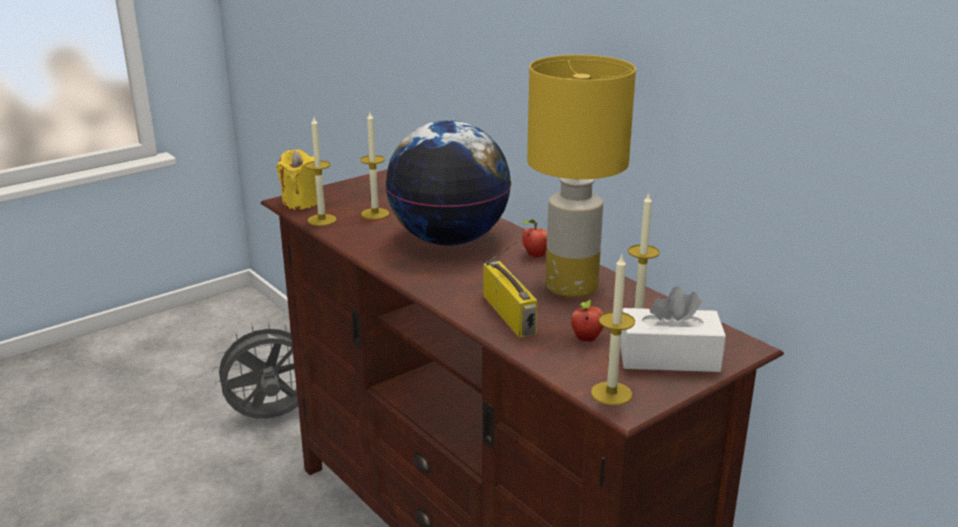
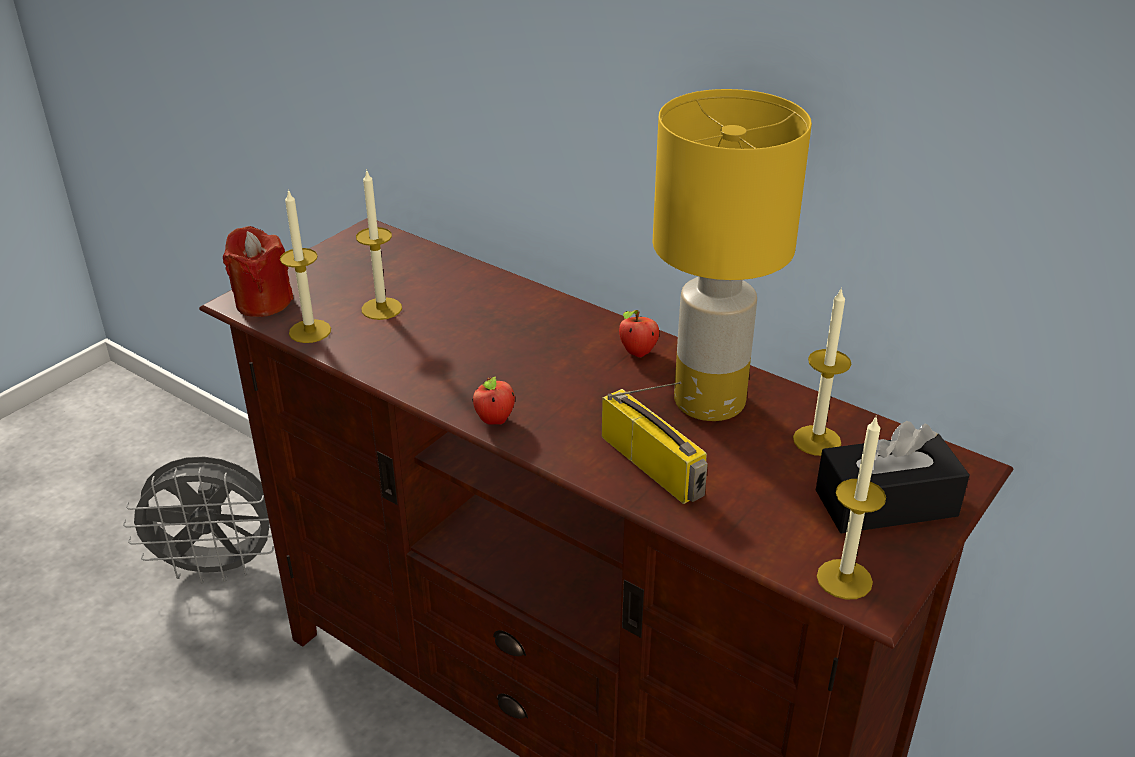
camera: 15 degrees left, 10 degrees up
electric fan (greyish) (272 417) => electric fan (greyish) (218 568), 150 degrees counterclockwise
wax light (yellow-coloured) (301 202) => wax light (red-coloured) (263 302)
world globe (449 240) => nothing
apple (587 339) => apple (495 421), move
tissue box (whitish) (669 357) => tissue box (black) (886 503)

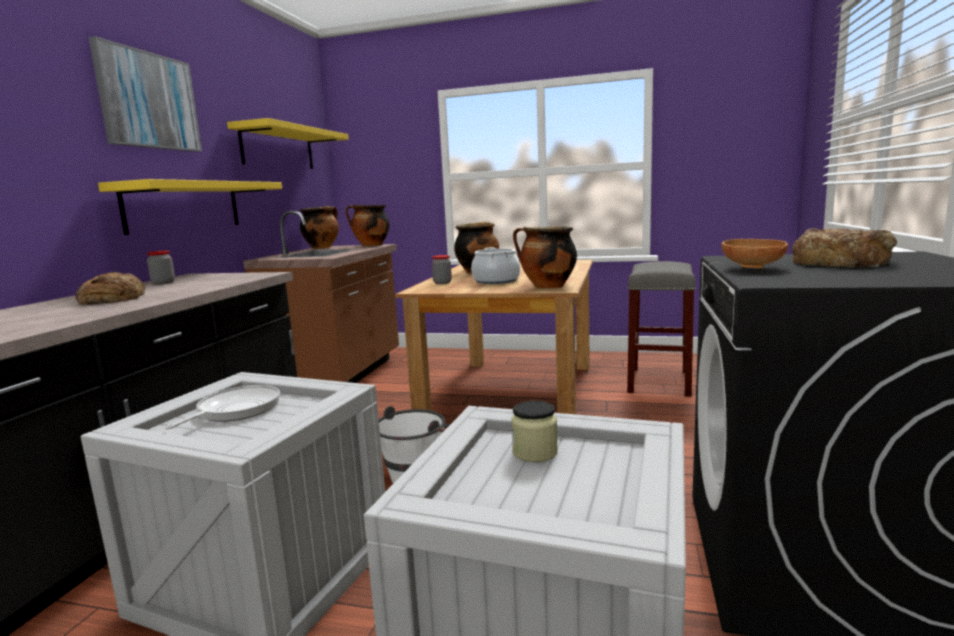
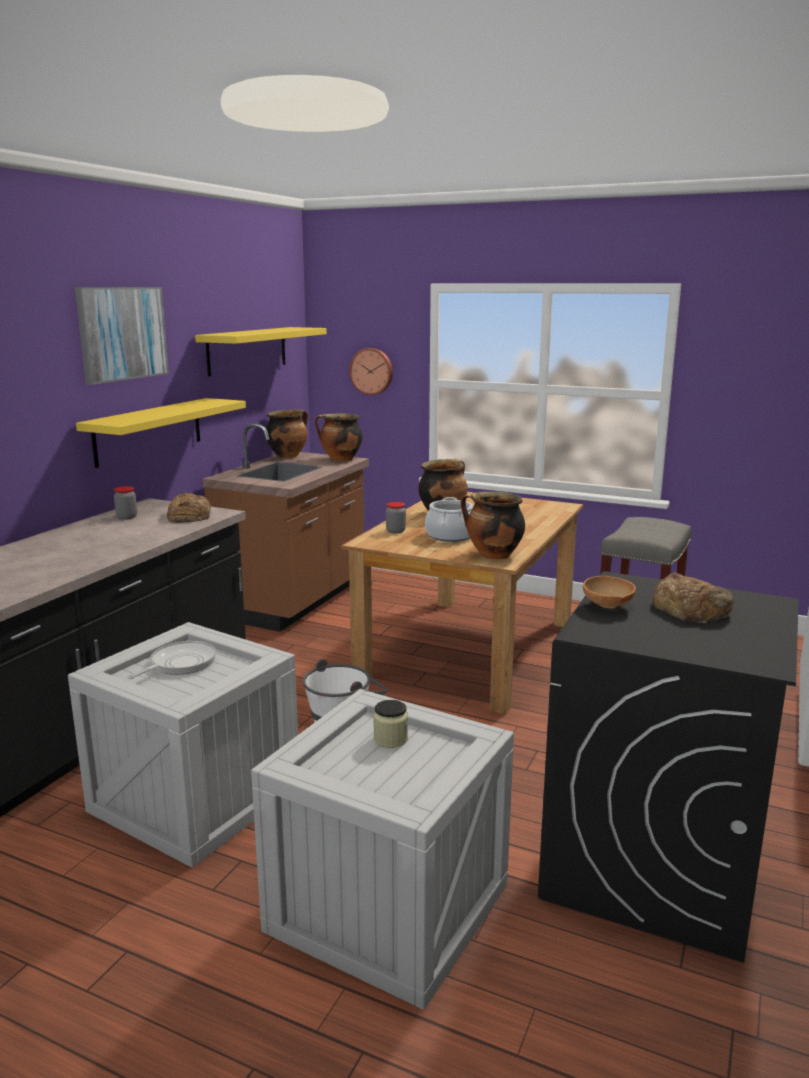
camera: 10 degrees right, 5 degrees up
baked bread (112 298) => baked bread (188 515), move
nothing => wall clock (372 371)

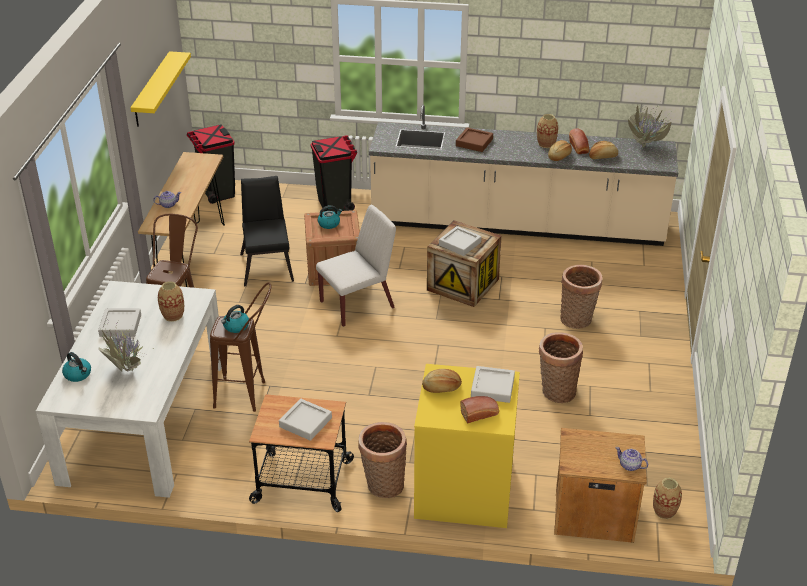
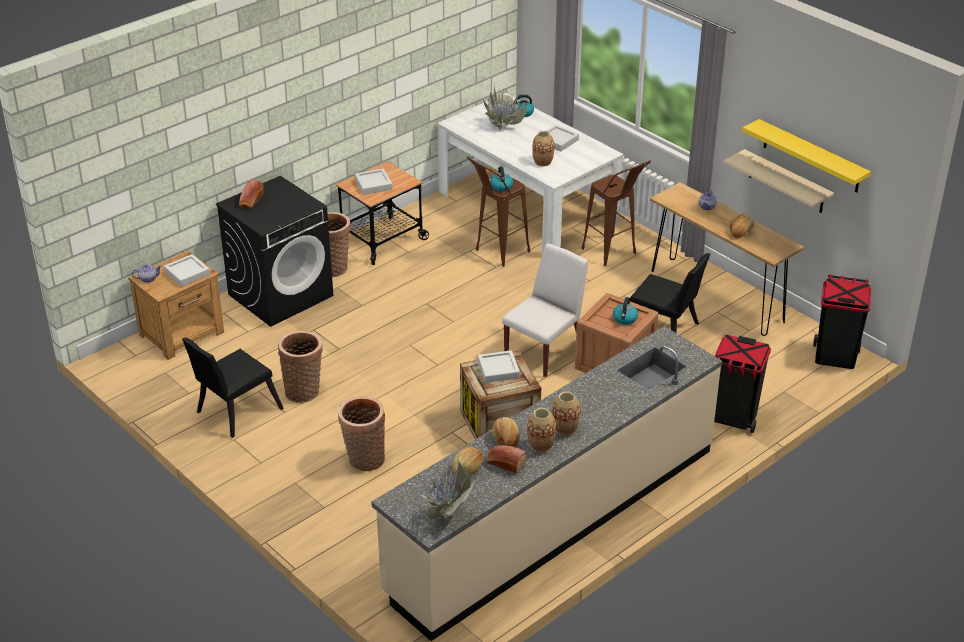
camera: 130 degrees right, 0 degrees up
chair (whitish) (358 304) => chair (whitish) (544 351), 150 degrees counterclockwise
laundry appliance (yellow-coloured) (463 491) => laundry appliance (black) (281 294)
baked bread (441 387) => baked bread (741 232), move
carrying tray (brown) (474 142) => nothing
carrying tray (greyish) (492 387) => carrying tray (greyish) (187 273), move
vase (664 511) => vase (565 428), move
nothing => chair (black) (234 412)
nothing => wall shelf (beige-coloured) (786 182)

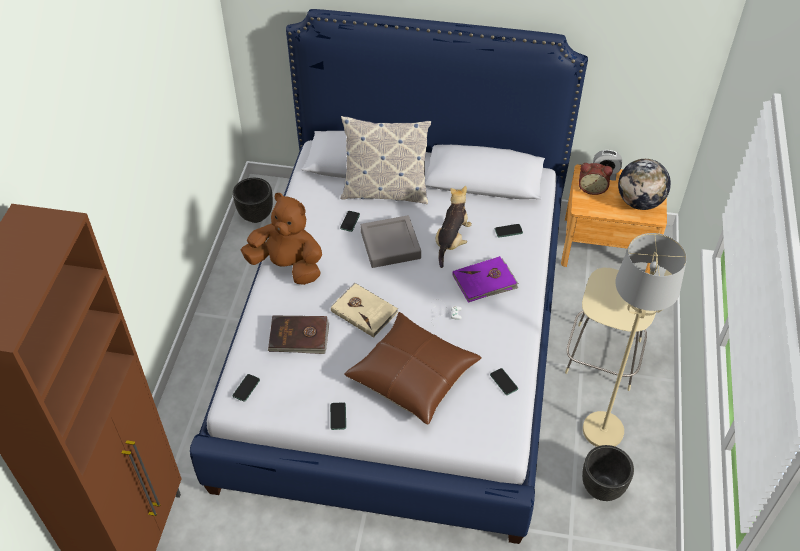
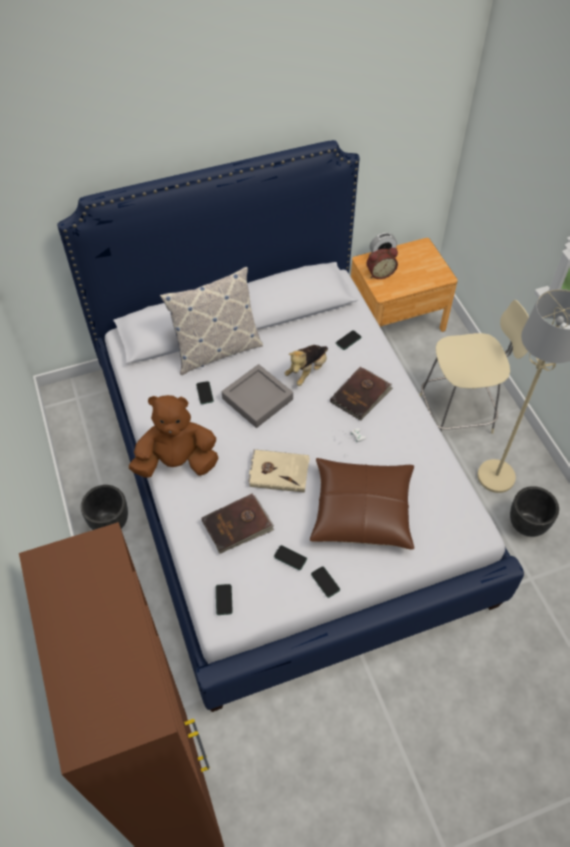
camera: 30 degrees left, 5 degrees up
plant pot (black) (256 215) => plant pot (black) (110 522), move
soft toy (451 241) => soft toy (307 371), 135 degrees counterclockwise
book (purplish) (485 281) => book (brown) (361 395)
handset (503 382) => handset (290 558), move
world globe (639 202) => nothing

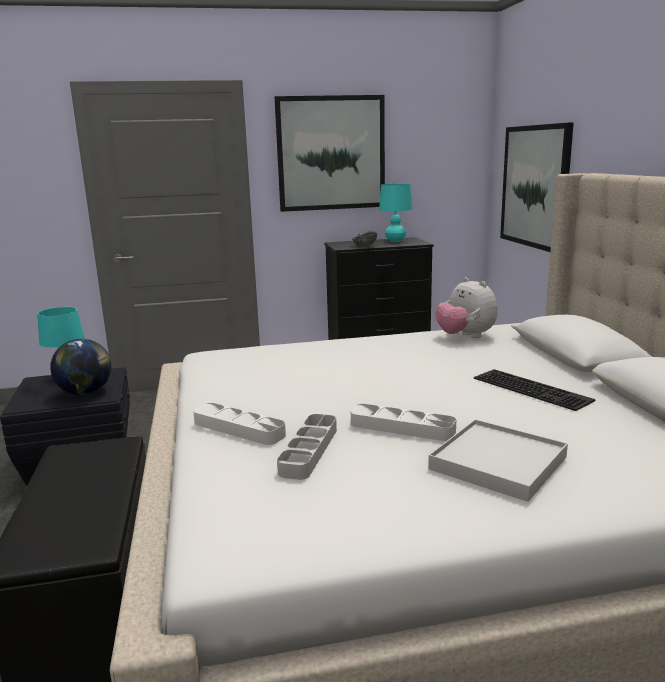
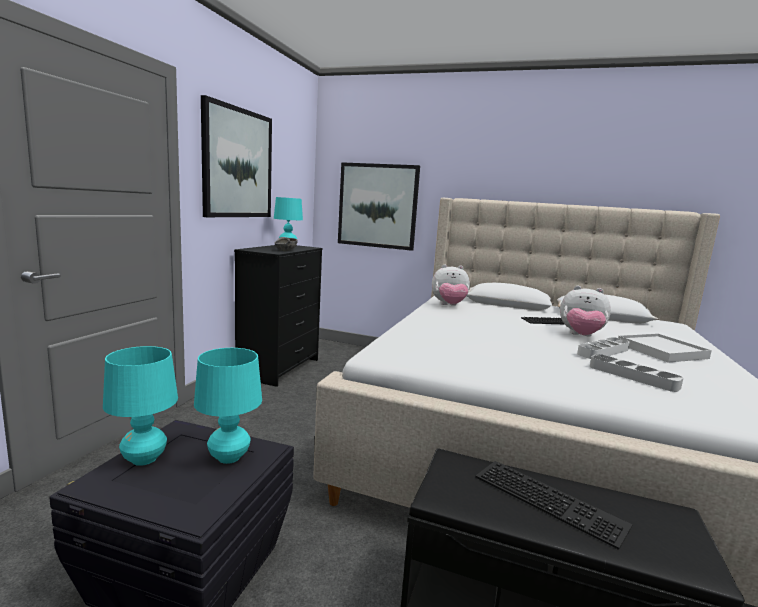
camera: 60 degrees left, 5 degrees down
world globe (86 392) => table lamp (blue-green) (229 457)
carrying tray (whitish) (239 429) => nothing
nothing => computer keyboard (551 499)
nothing => soft toy (581 336)

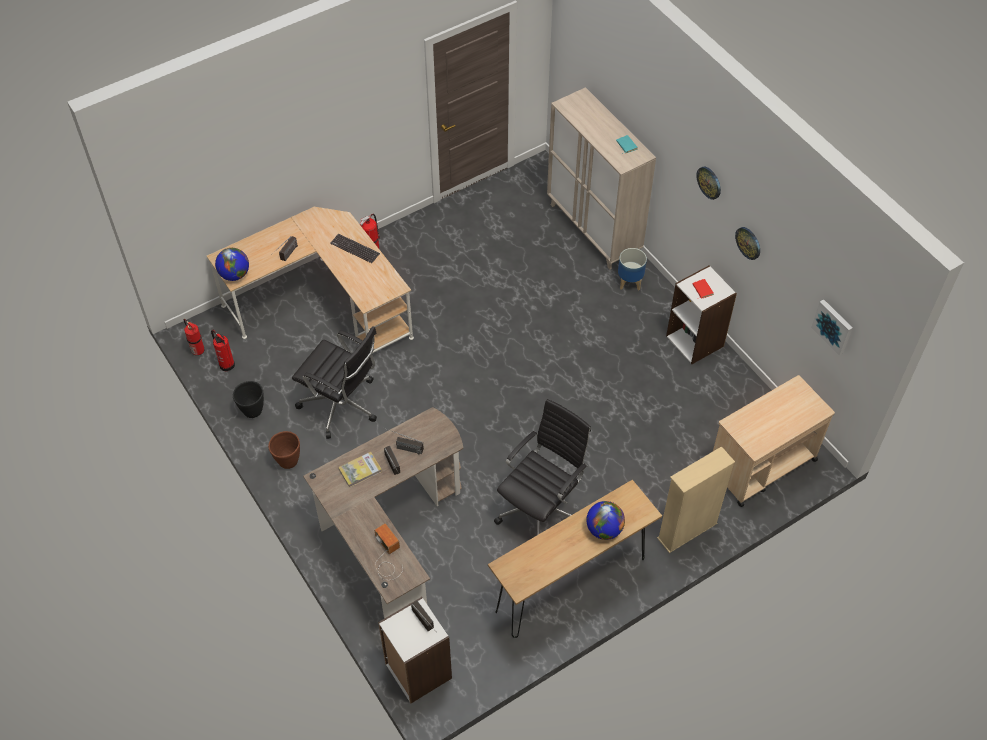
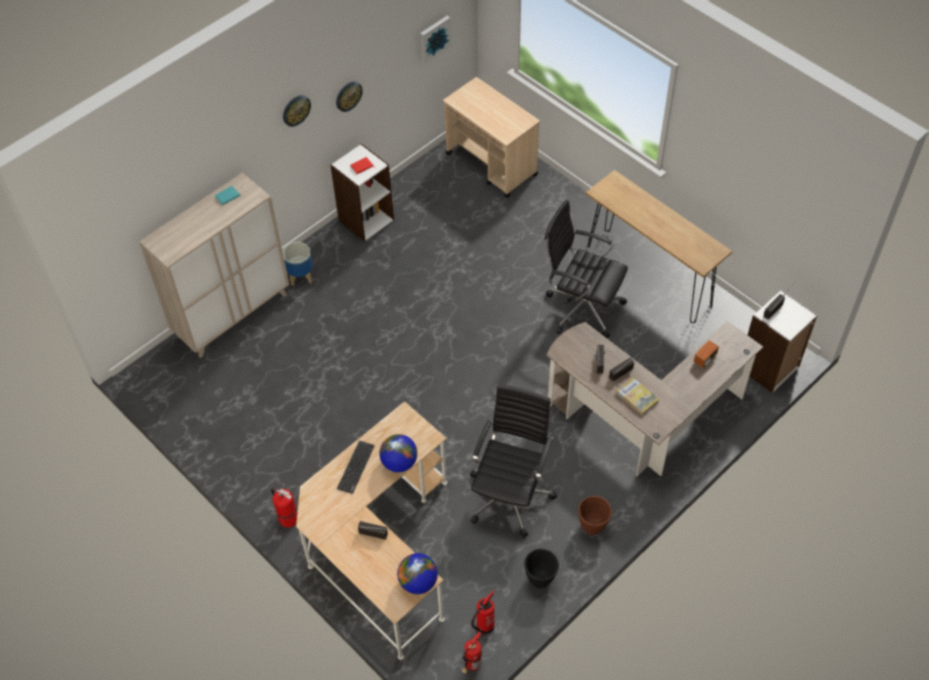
camera: 100 degrees left, 0 degrees up
world globe (604 529) => world globe (399 462), move
bookcase (beige-coloured) (687 531) => nothing

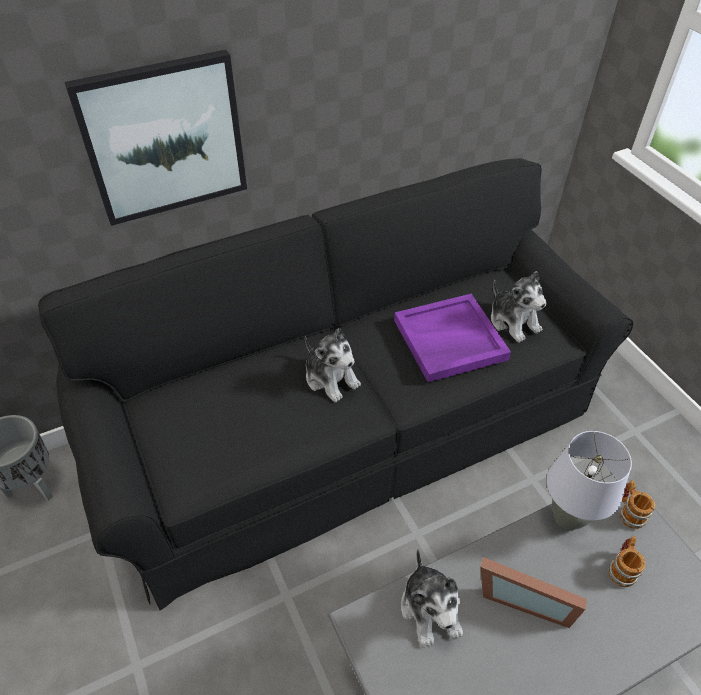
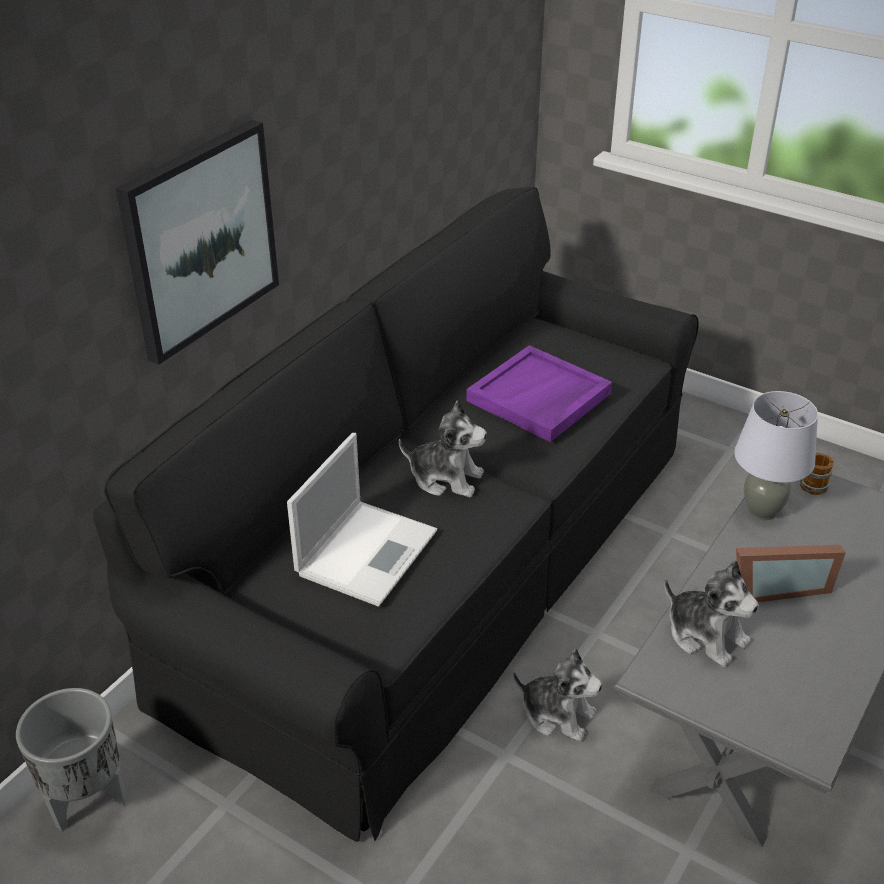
camera: 30 degrees left, 10 degrees down
soft toy (513 321) => soft toy (557 714), move
tea mug (621 568) => nothing
nothing => portable computer (368 551)

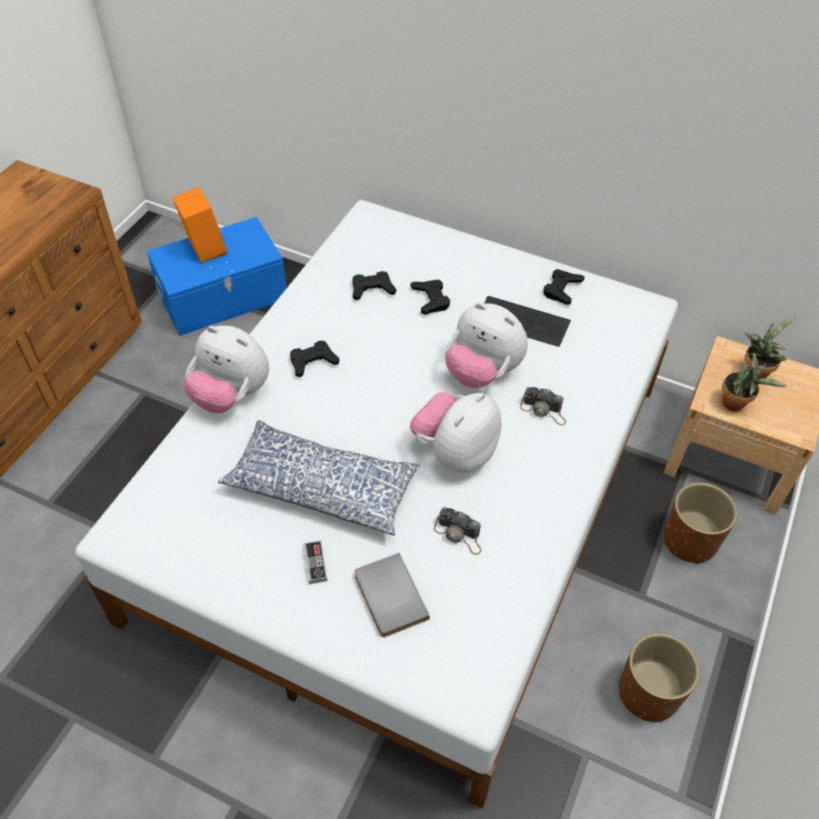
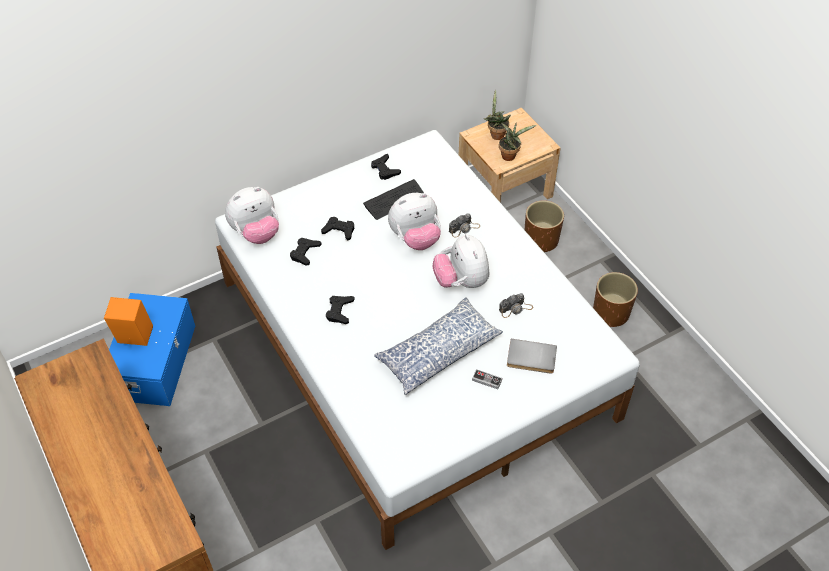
camera: 55 degrees left, 0 degrees up
soft toy (231 395) => soft toy (256 233), move

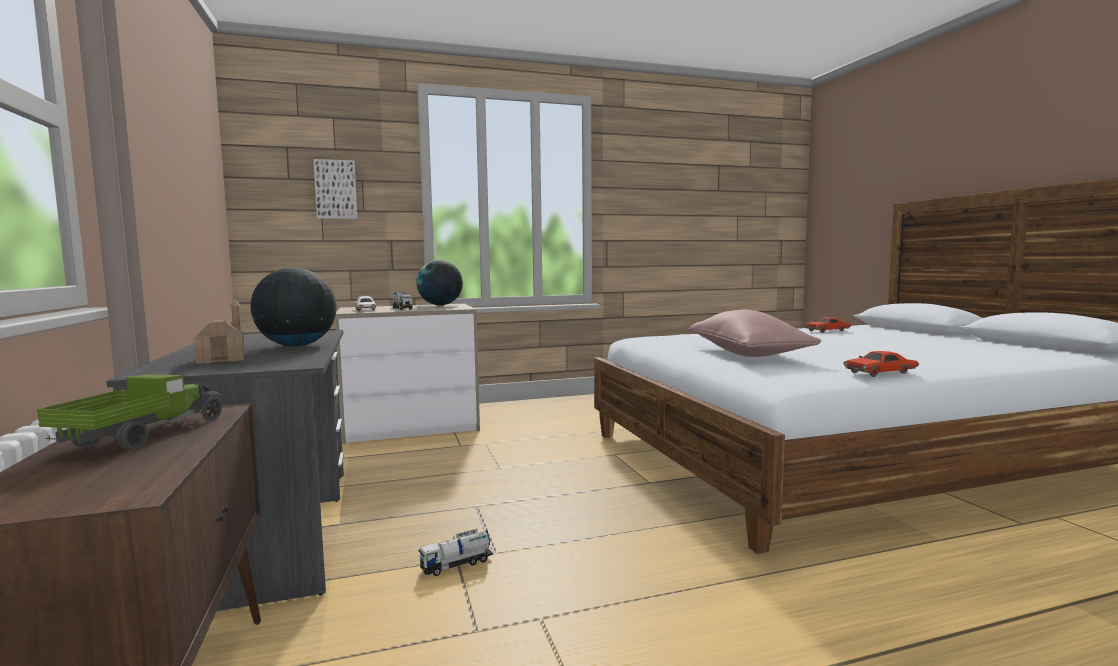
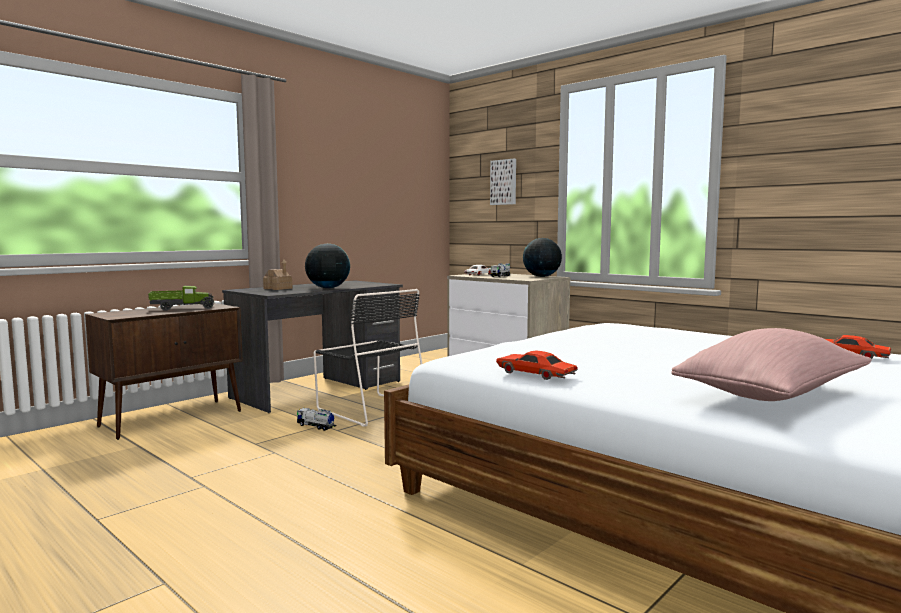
camera: 60 degrees right, 0 degrees up
pillow (pink-coloured) (747 354) => pillow (pink-coloured) (773 395), move
nothing => chair (black) (370 408)

